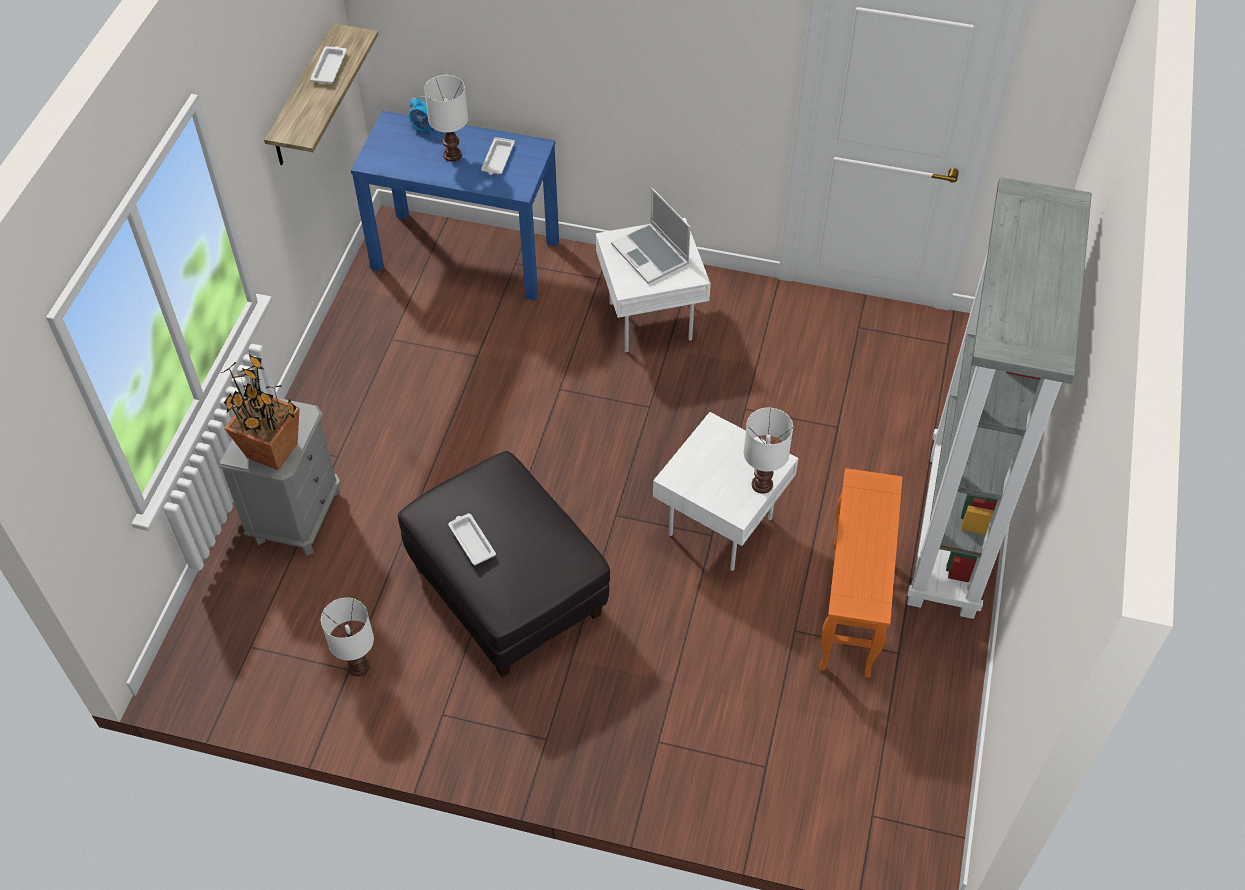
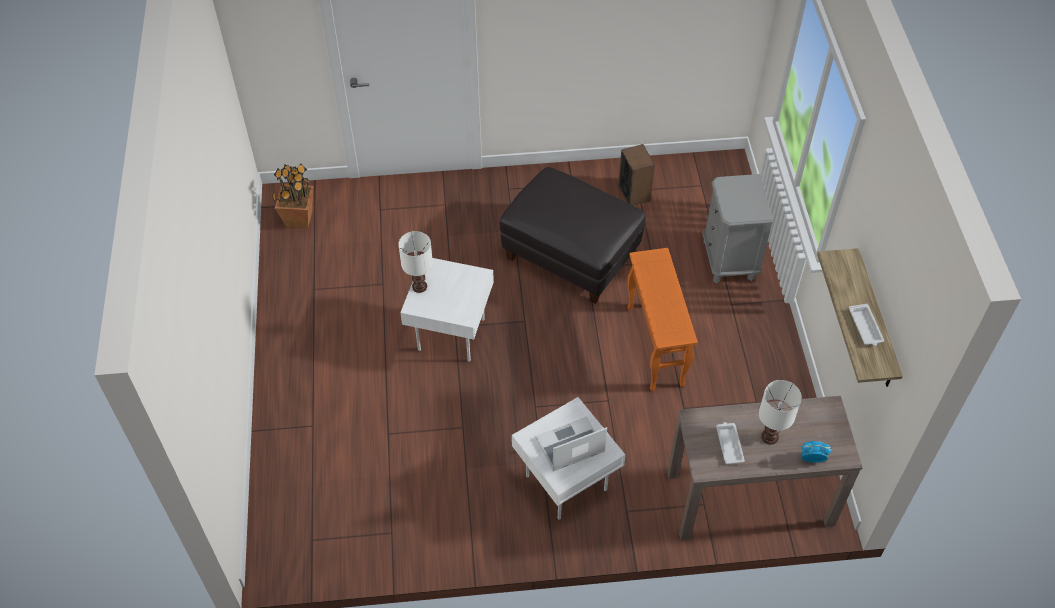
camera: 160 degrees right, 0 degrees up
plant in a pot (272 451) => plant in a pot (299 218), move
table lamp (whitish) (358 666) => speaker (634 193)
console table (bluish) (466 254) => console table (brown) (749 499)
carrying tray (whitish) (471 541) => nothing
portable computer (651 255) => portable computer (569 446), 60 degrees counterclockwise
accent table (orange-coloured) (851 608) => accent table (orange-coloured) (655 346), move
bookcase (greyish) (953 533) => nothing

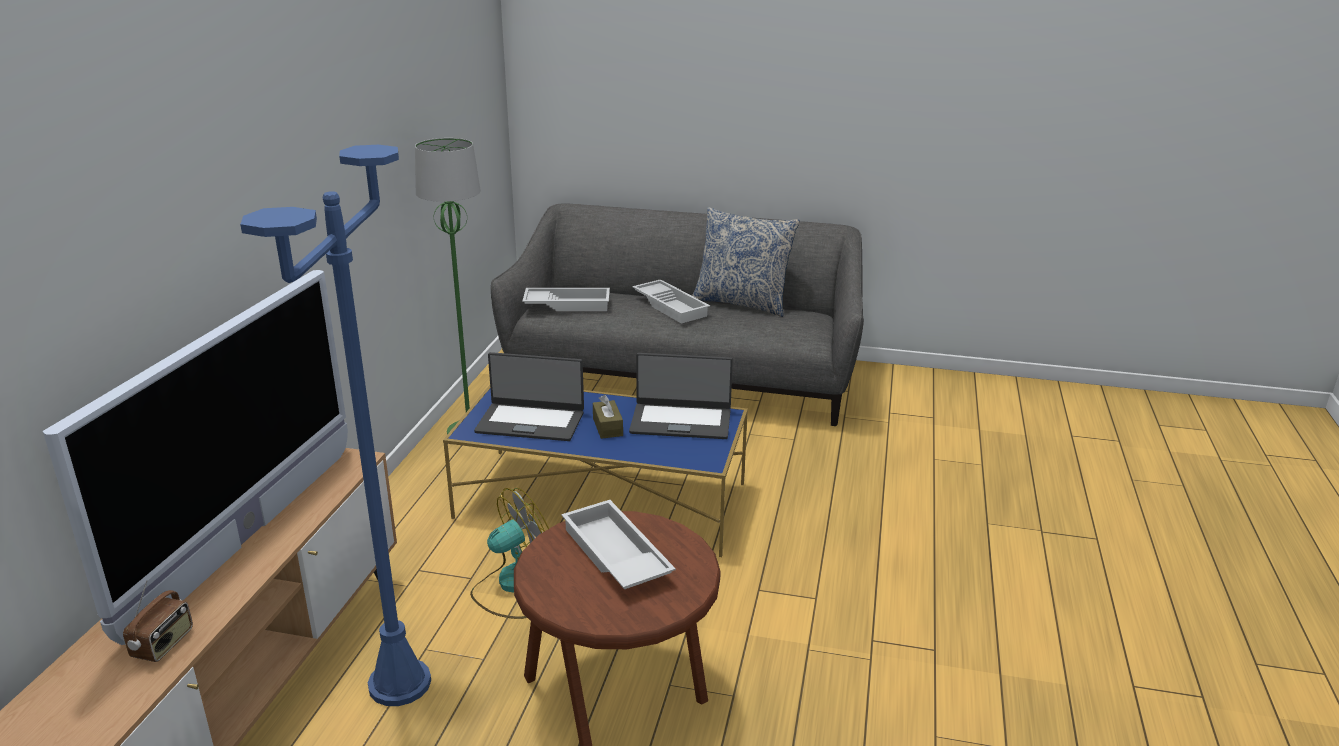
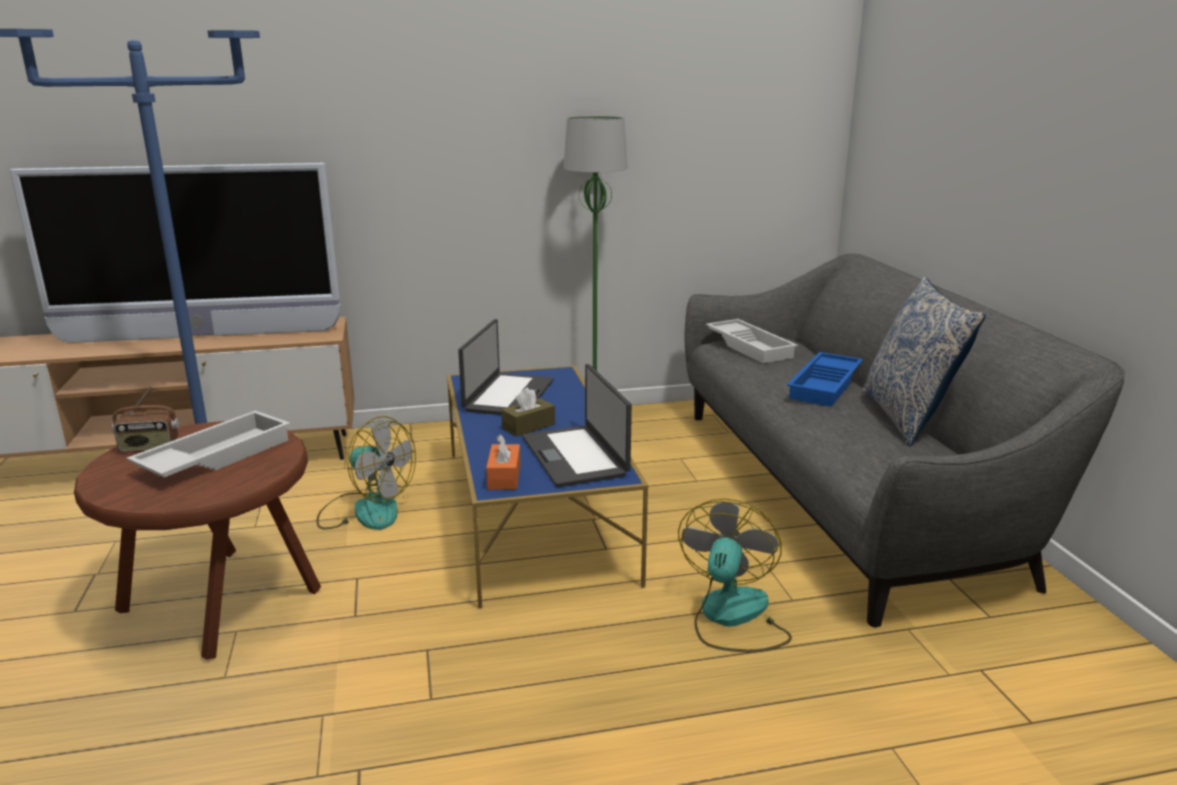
camera: 65 degrees right, 5 degrees down
radio receiver (164 644) => radio receiver (149 447), move
portable computer (530 422) => portable computer (507 395), 150 degrees counterclockwise
carrying tray (whitish) (672 306) => carrying tray (bluish) (826 386)
nothing => tissue box (orange-coloured) (504 477)
nothing => electric fan (732 618)

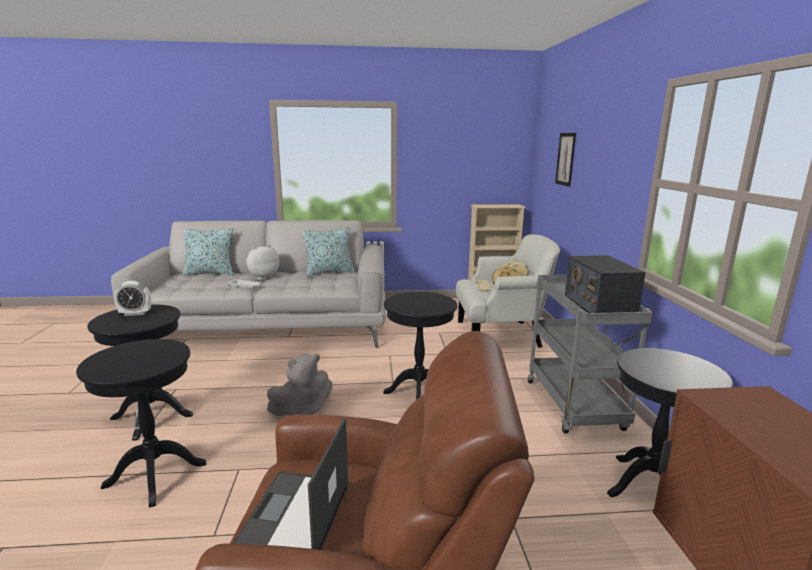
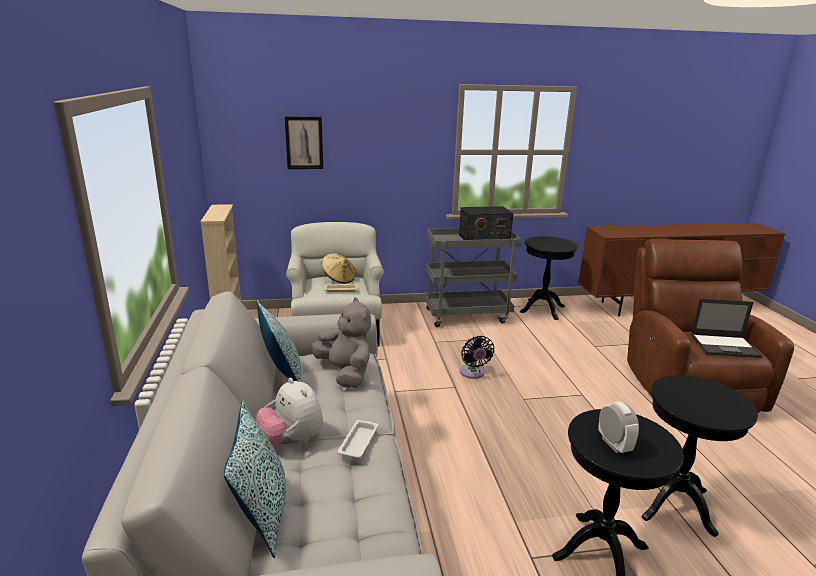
camera: 95 degrees left, 5 degrees up
soft toy (greyish) (302 411) => soft toy (greyish) (345 373), move
accent table (black) (418 394) => electric fan (black) (472 373)

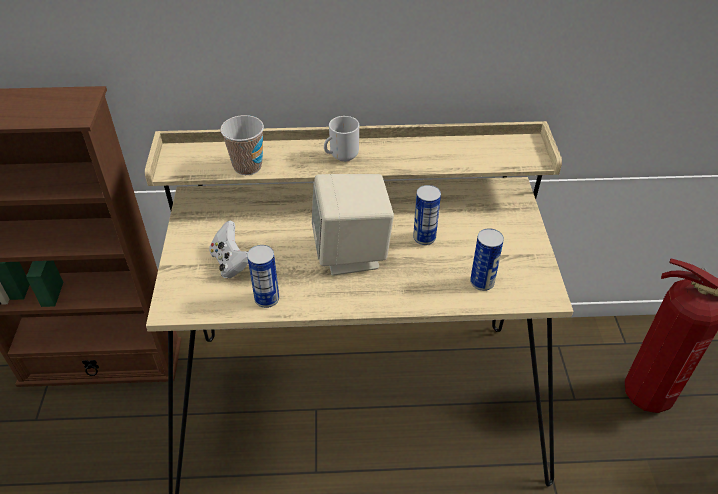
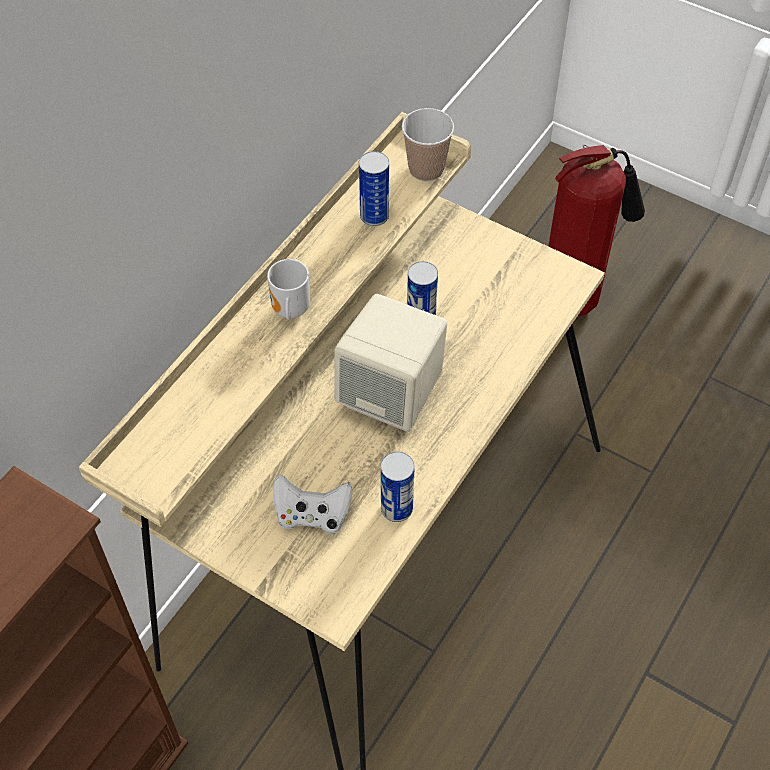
camera: 55 degrees left, 10 degrees up
drinking cup (247 167) => drinking cup (426 169), move
can (482 282) => can (374 216), move

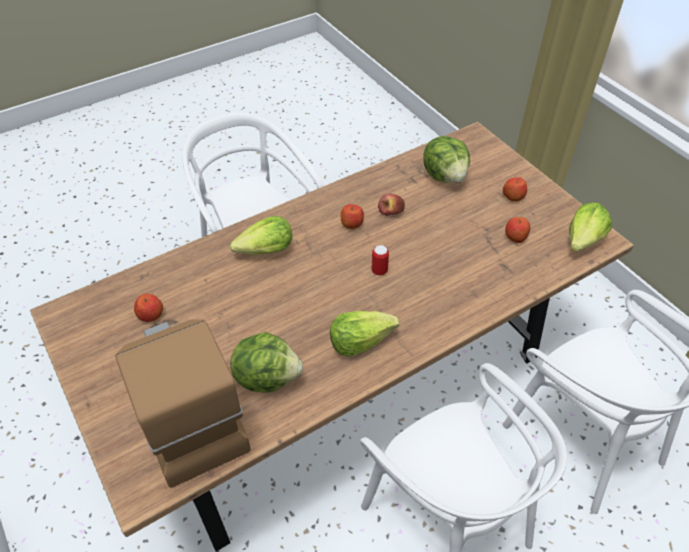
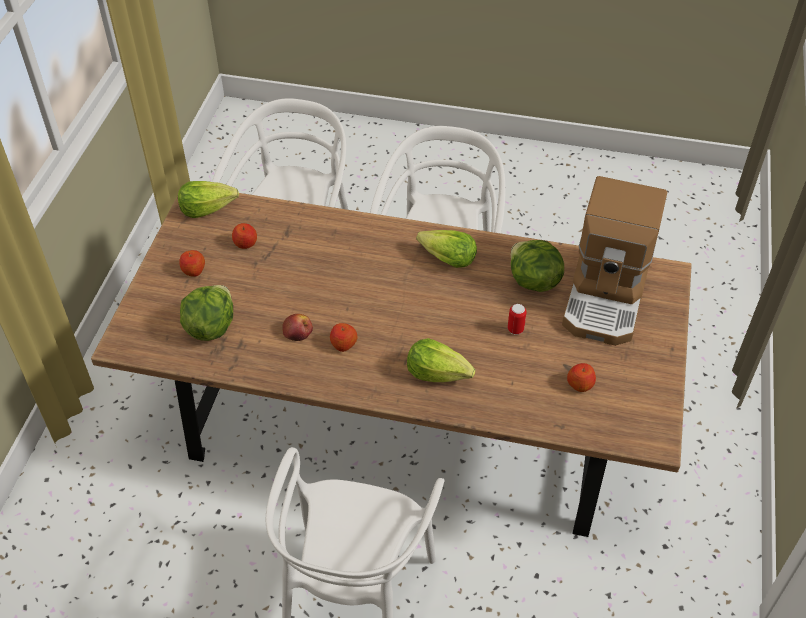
camera: 135 degrees left, 0 degrees up
can (379 271) => can (515 329), move

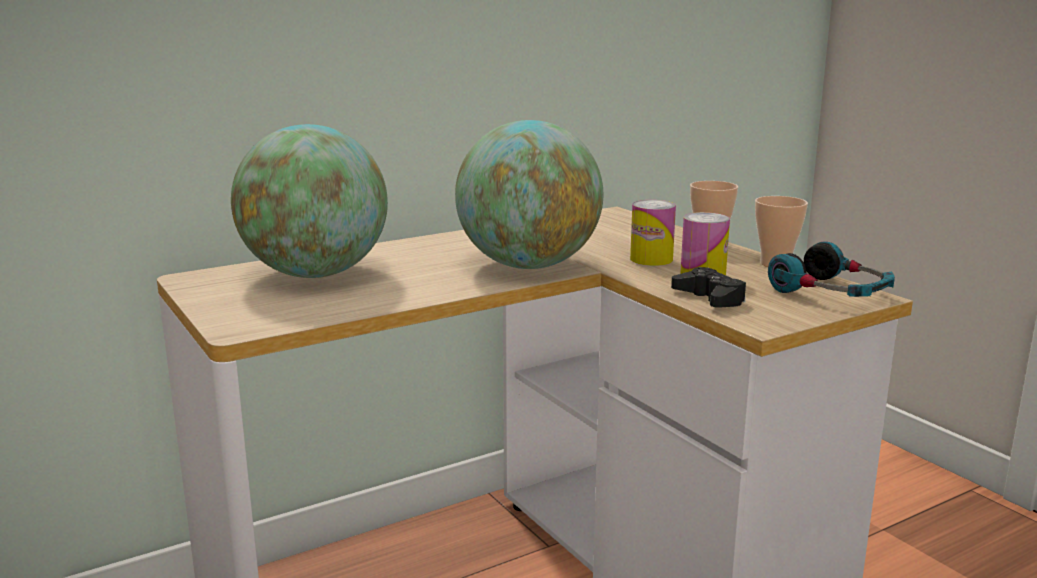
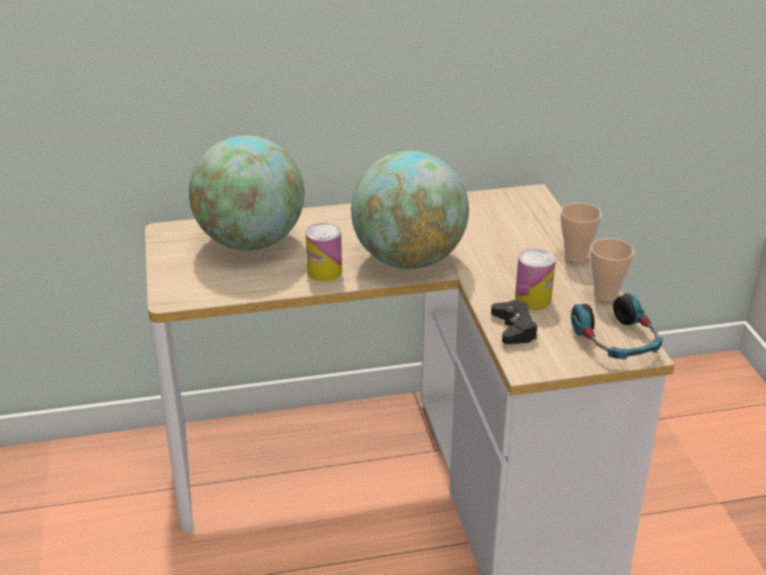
camera: 20 degrees right, 15 degrees up
can (651 259) => can (324 272), move

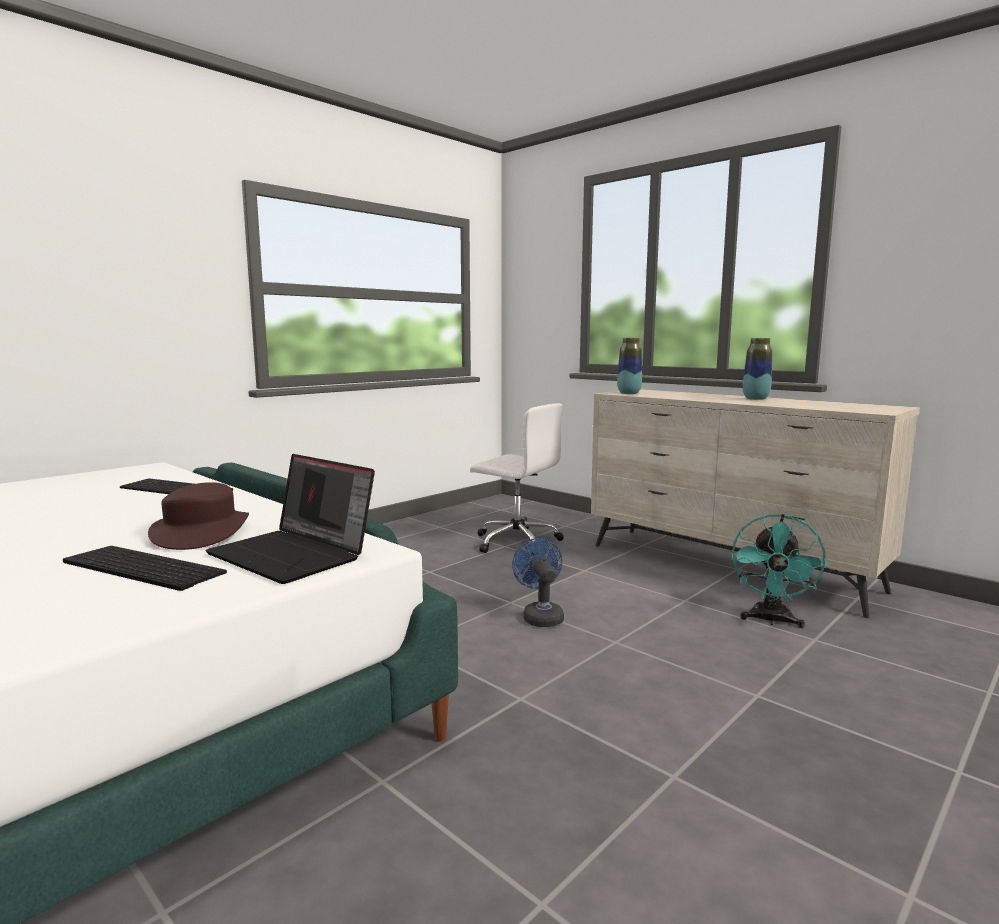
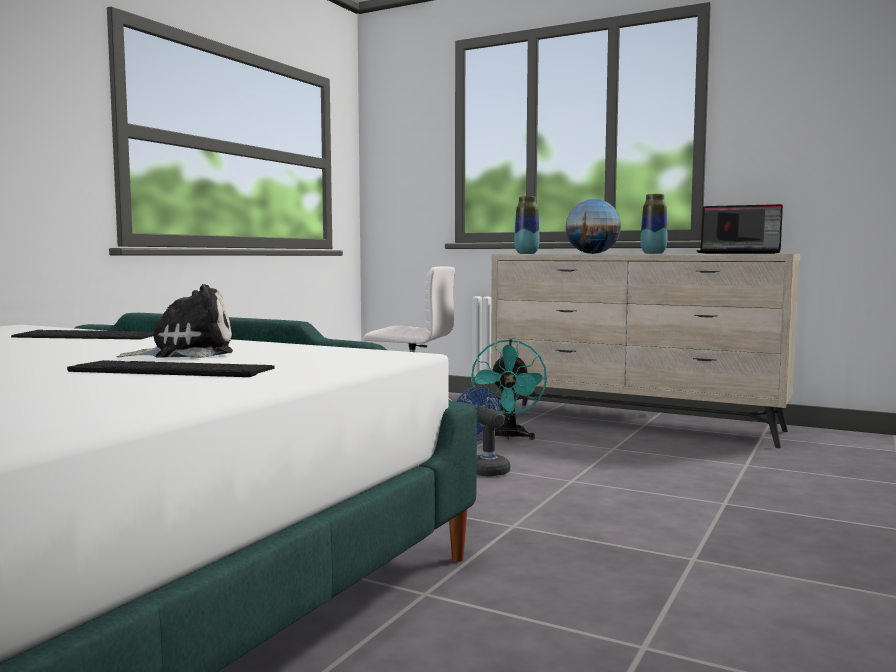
camera: 15 degrees left, 5 degrees down
clothing hat (brown) (201 531) => soft toy (186 353)
portable computer (294 555) => portable computer (740 253), move
electric fan (blue-green) (771 621) => electric fan (blue-green) (508 437), move
nothing => world globe (592 253)

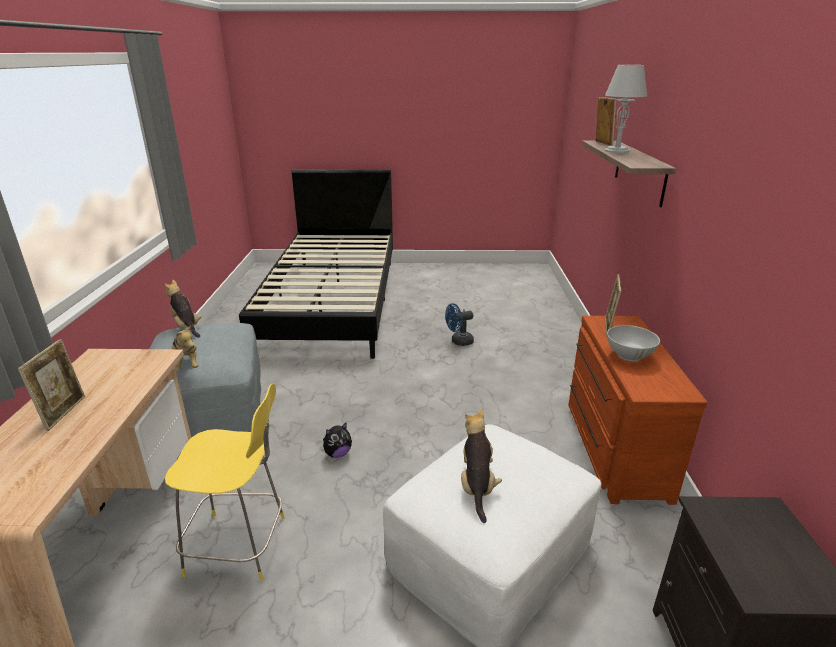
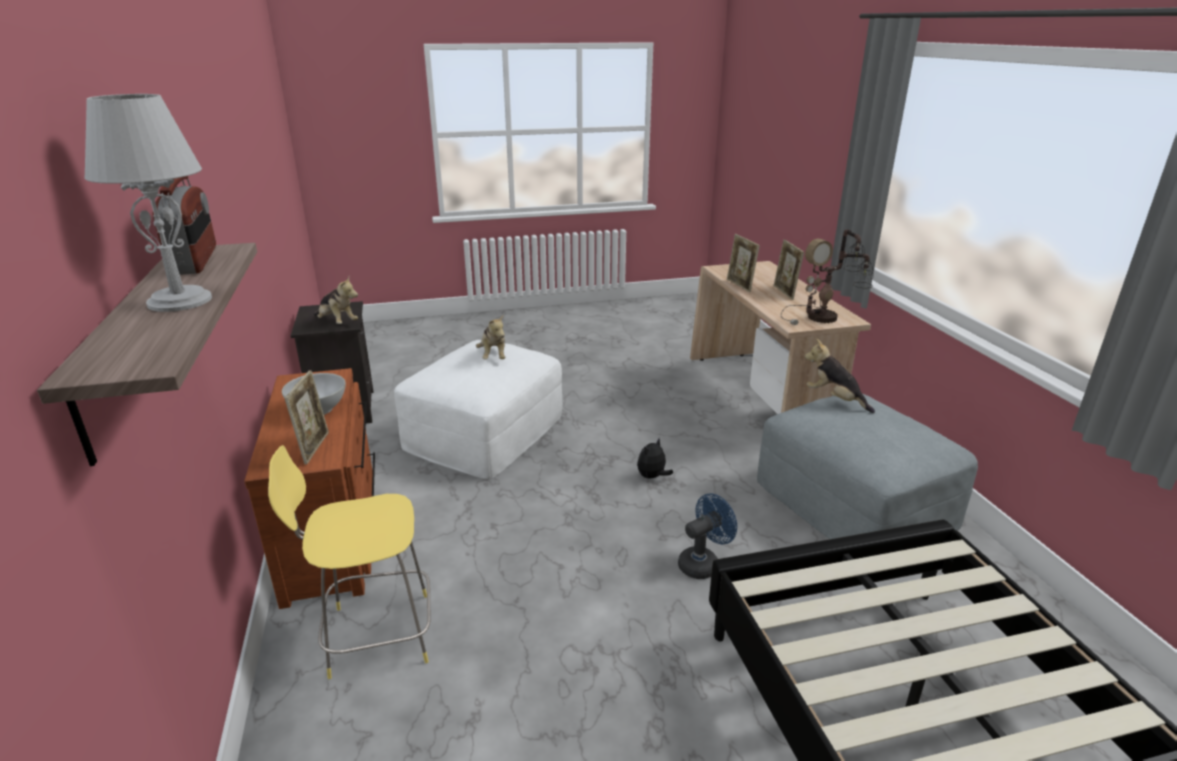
camera: 165 degrees right, 0 degrees up
soft toy (187 327) => soft toy (337 323), move
stool (yellow-coloured) (240 545) => stool (yellow-coloured) (375 635), move
electric fan (bluish) (459 342) => electric fan (bluish) (703 563), move
photo frame (602 144) => photo frame (740 285), move
nothing => radio receiver (195 261)
nothing => table lamp (824 318)

